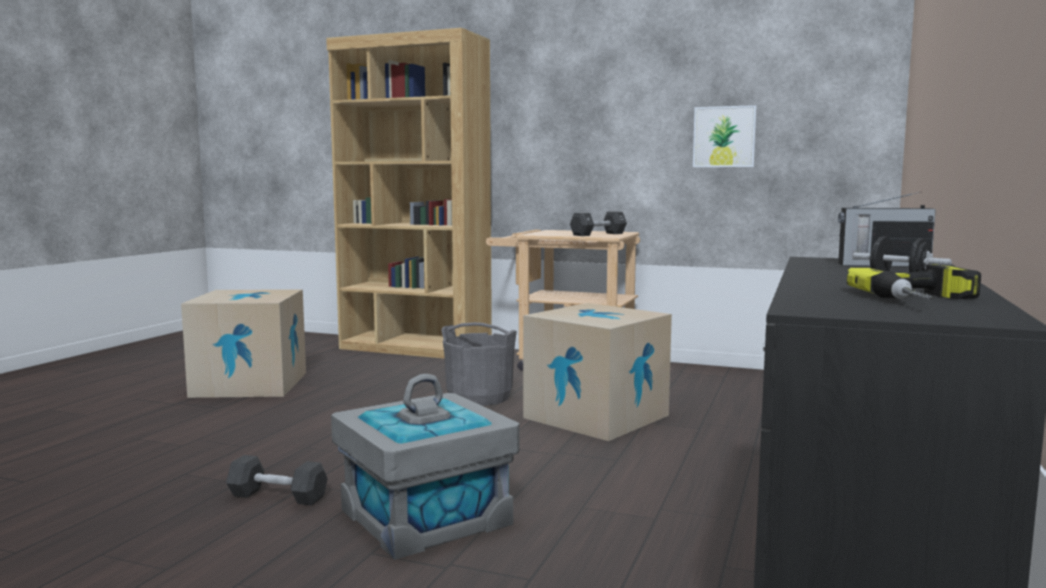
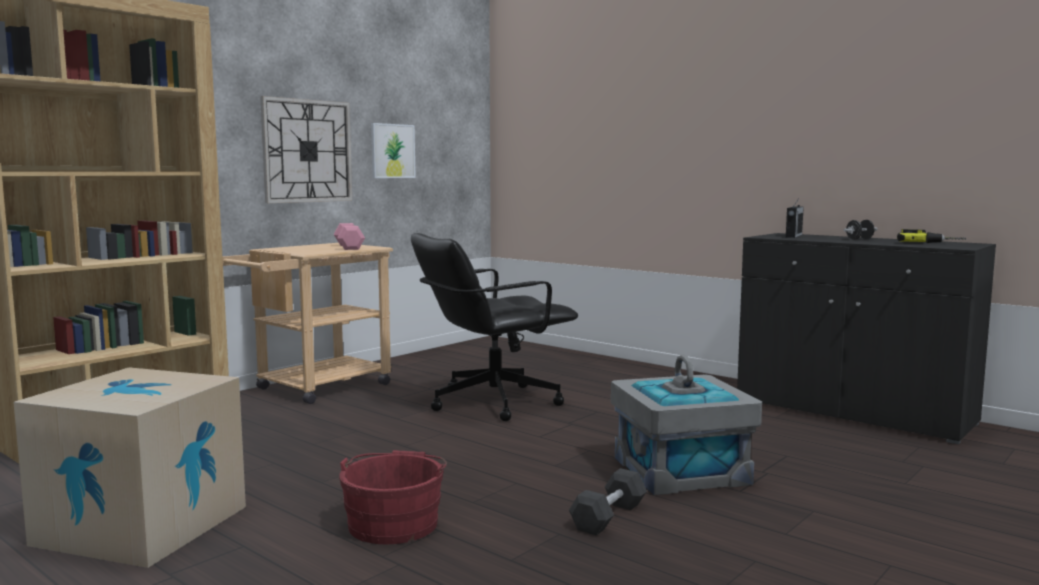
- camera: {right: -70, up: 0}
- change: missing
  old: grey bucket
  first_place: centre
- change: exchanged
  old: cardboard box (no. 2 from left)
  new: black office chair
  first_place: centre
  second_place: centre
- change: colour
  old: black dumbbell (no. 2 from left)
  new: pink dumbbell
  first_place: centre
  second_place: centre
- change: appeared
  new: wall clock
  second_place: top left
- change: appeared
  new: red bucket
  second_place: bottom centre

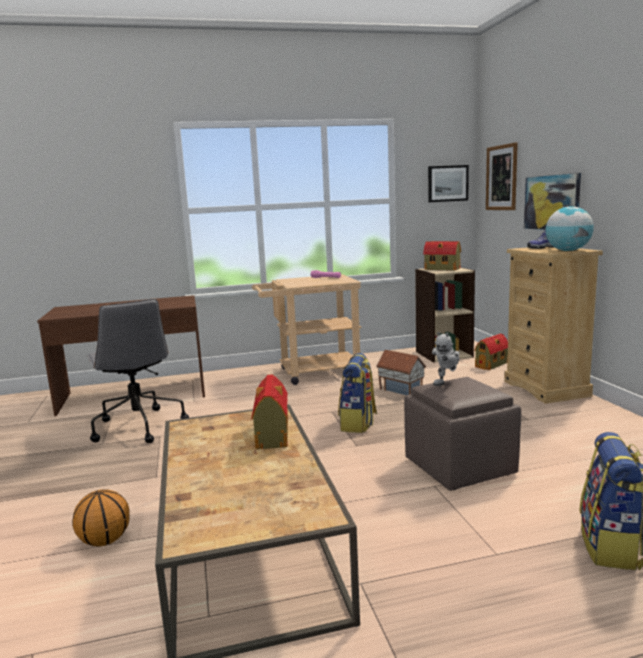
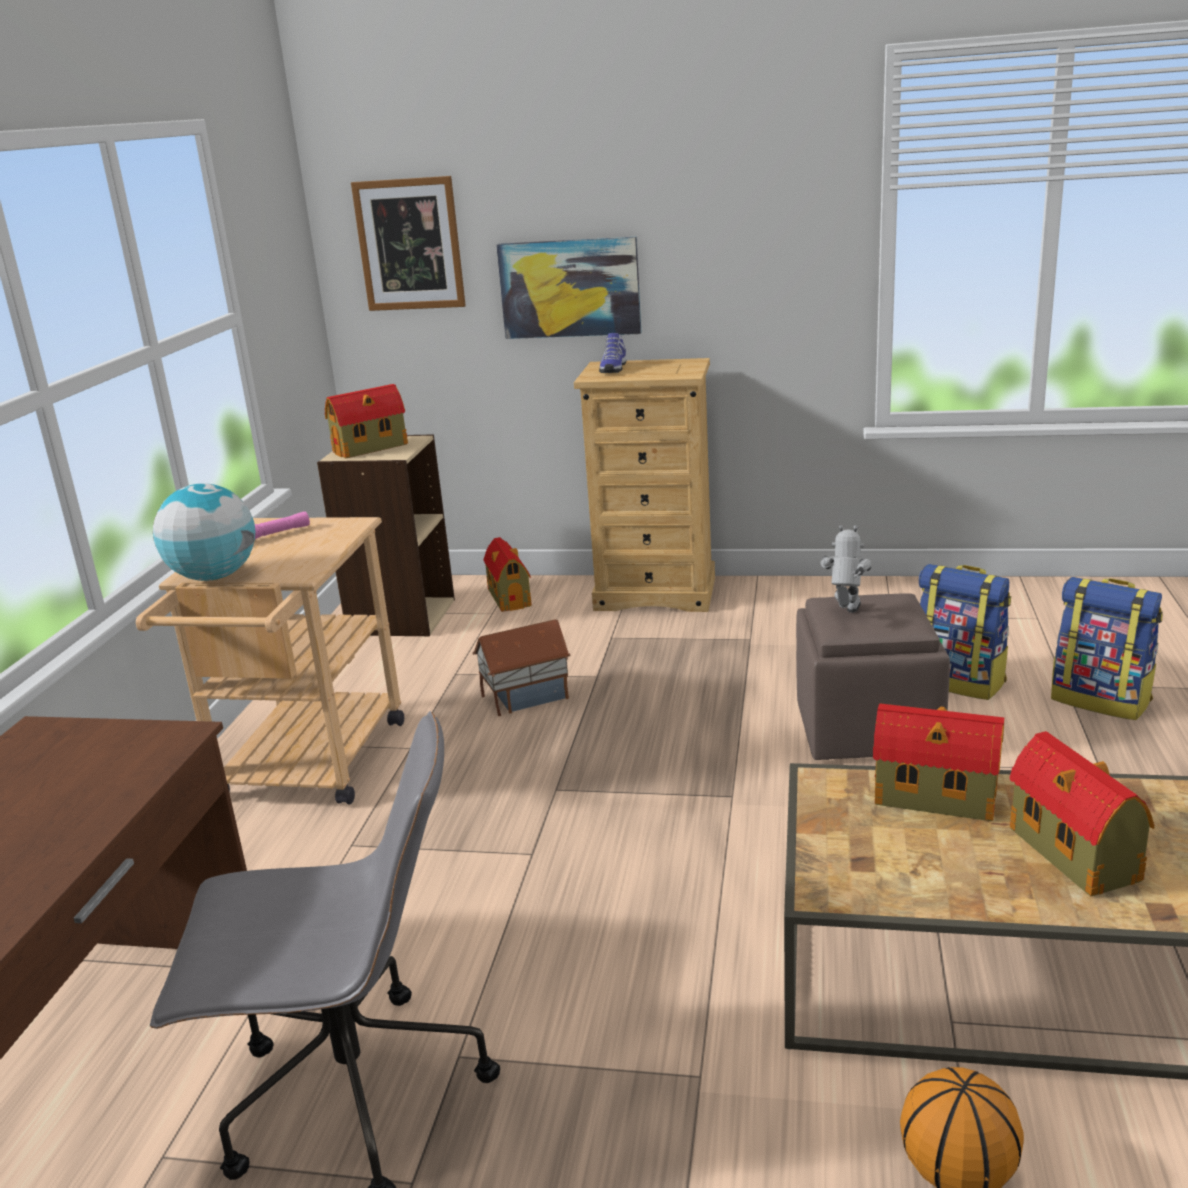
- camera: {right: -65, up: 10}
- change: relocated
  old: backpack (no. 1 from left)
  first_place: centre
  second_place: middle right
- change: missing
  old: picture (no. 1 from left)
  first_place: top right
- change: spun
  old: toy robot
  first_place: middle right
  second_place: middle right
  degrees: -135
- change: relocated
  old: globe
  first_place: middle right
  second_place: middle left
- change: appeared
  new: toy house (no. 5 from left)
  second_place: bottom right

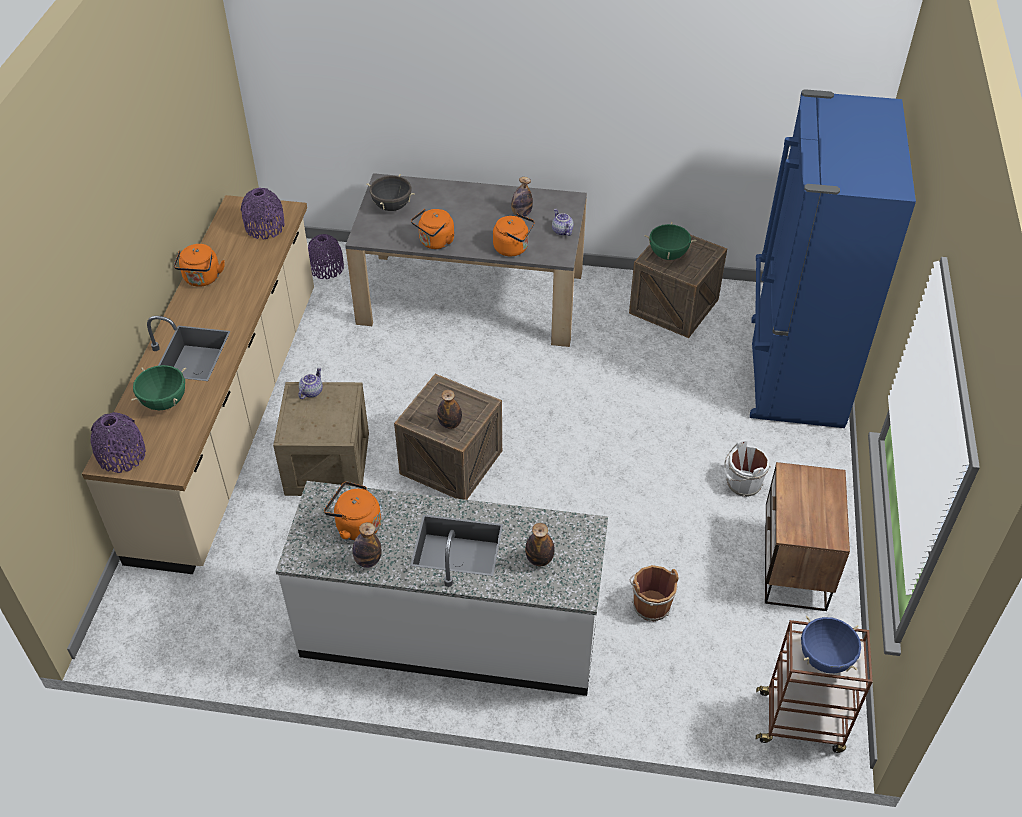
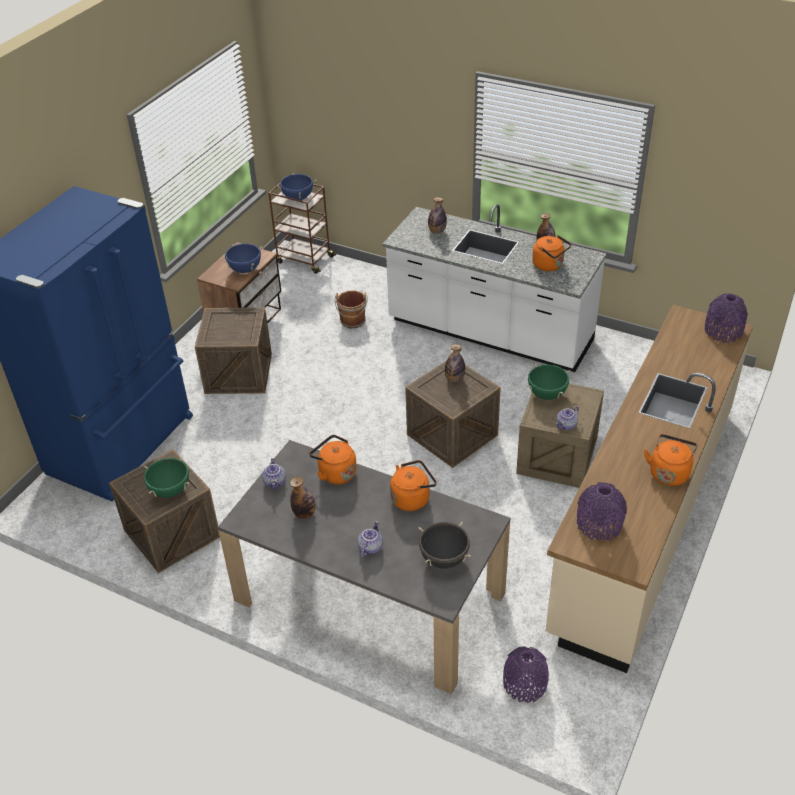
- camera: {right: -160, up: -5}
- change: relocated
  old: green cooking pot (no. 1 from left in the first image)
  new: green cooking pot (no. 2 from left)
  first_place: middle left
  second_place: middle right
- change: exchanged
  old: white bucket
  new: crate (no. 2 from left)
  first_place: middle right
  second_place: middle left
- change: appeared
  new: blue cooking pot (no. 1 from left)
  second_place: top left
- change: appeared
  new: teapot (no. 2 from left)
  second_place: bottom centre

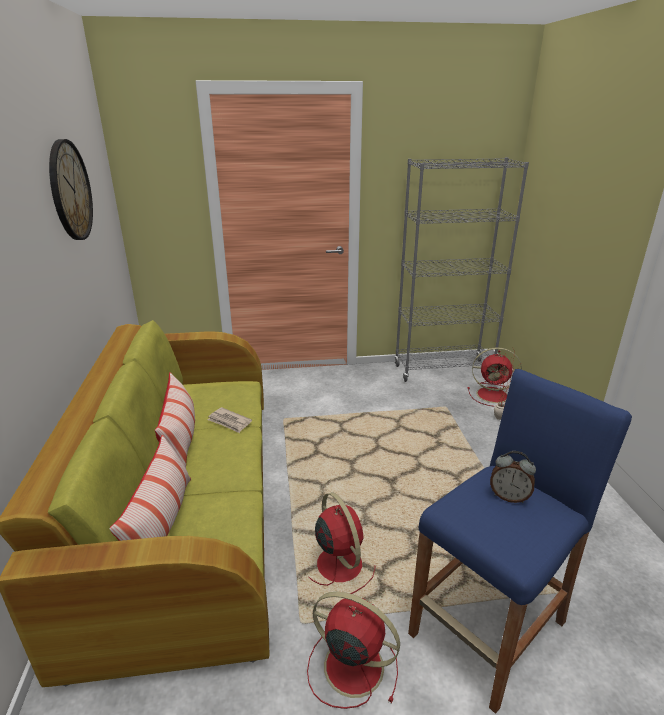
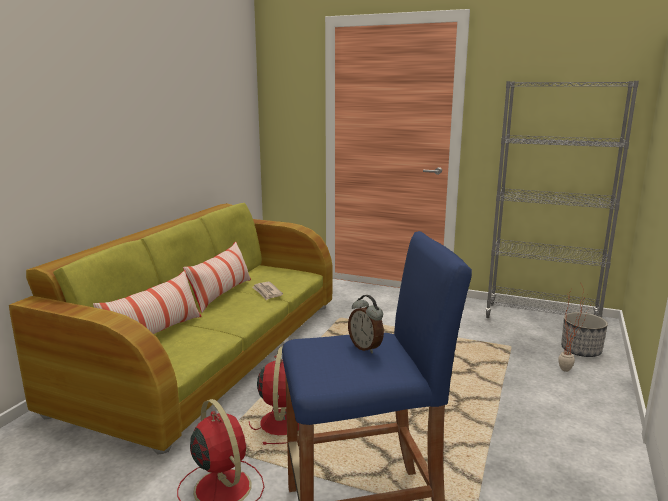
- camera: {right: 30, up: -10}
- change: missing
  old: wall clock
  first_place: top left
- change: exchanged
  old: red fan (no. 3 from left)
  new: planter
  first_place: middle right
  second_place: bottom right

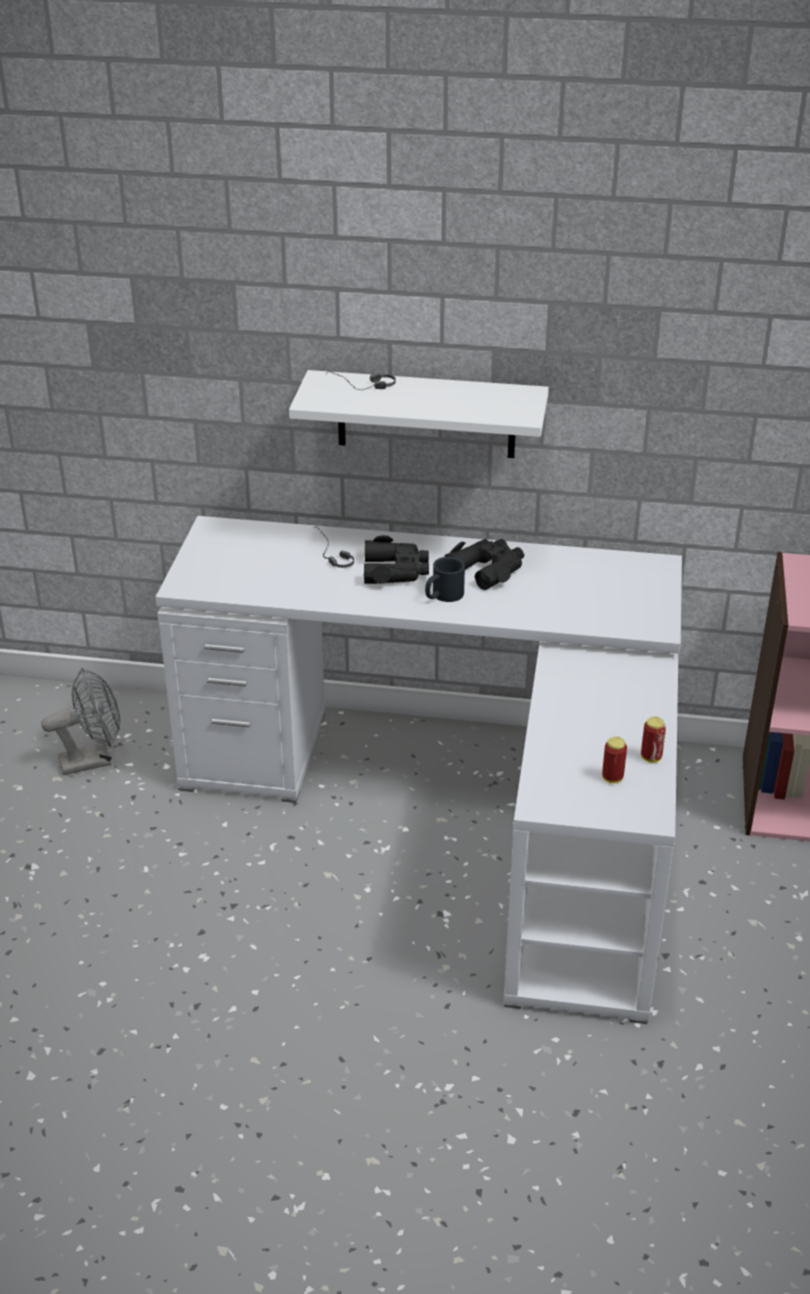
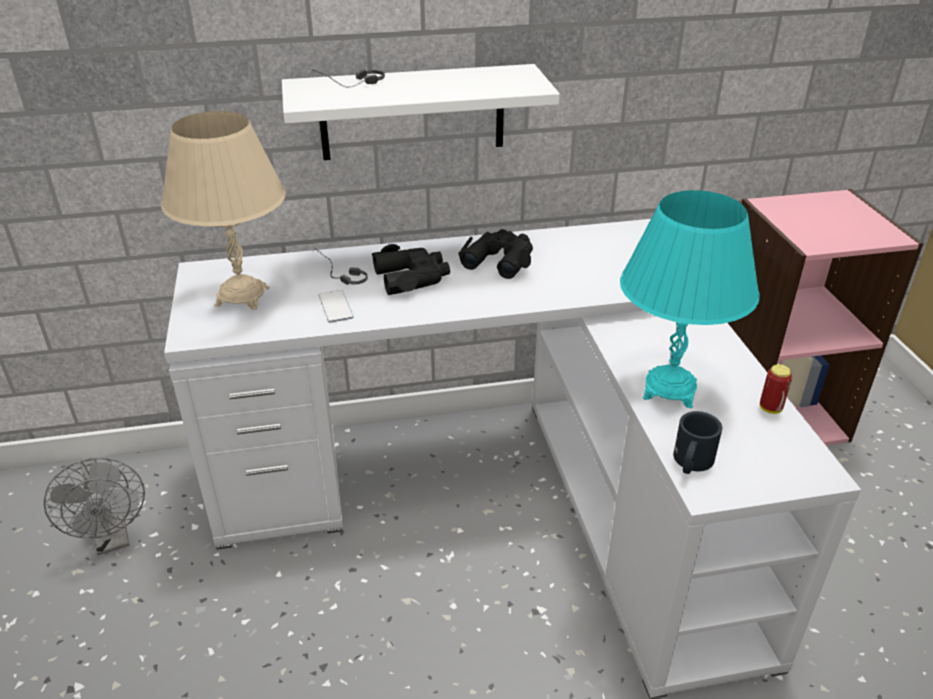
- camera: {right: -20, up: 0}
- change: spun
  old: grey fan
  first_place: middle left
  second_place: bottom left
  degrees: 105
- change: relocated
  old: black mug
  first_place: centre
  second_place: middle right
- change: missing
  old: can (no. 1 from left)
  first_place: middle right
- change: appeared
  new: beige table lamp
  second_place: top left
- change: appeared
  new: phone
  second_place: centre
- change: appeared
  new: turquoise table lamp
  second_place: middle right

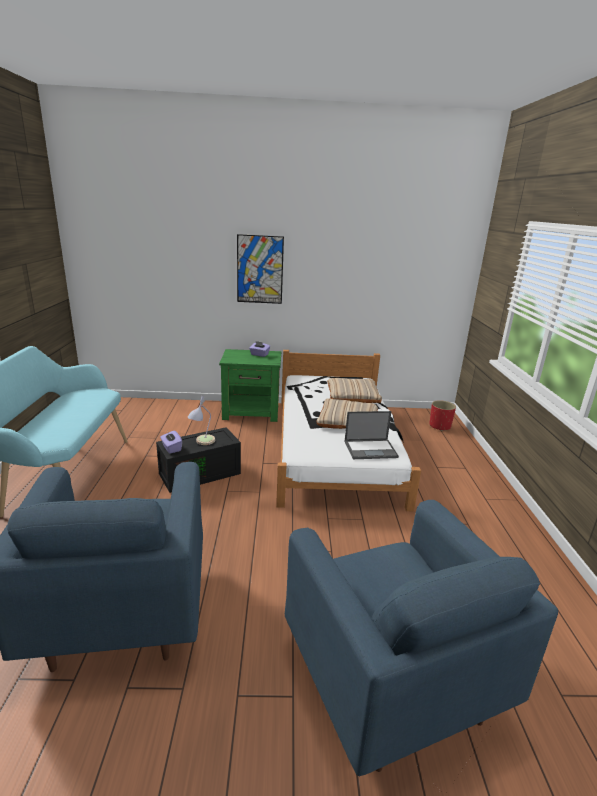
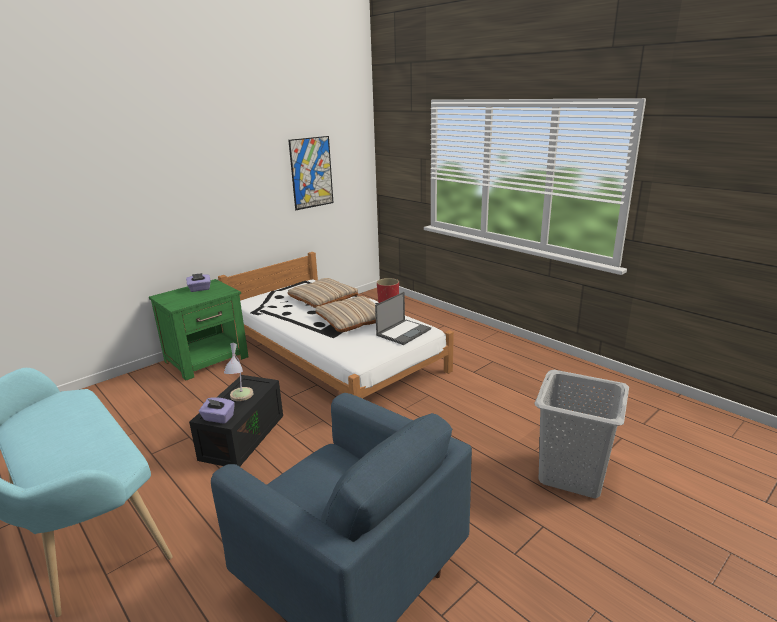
- camera: {right: -40, up: 0}
- change: relocated
  old: picture
  first_place: centre
  second_place: top centre
- change: exchanged
  old: blue armchair (no. 2 from left)
  new: grey laundry basket
  first_place: bottom right
  second_place: bottom right

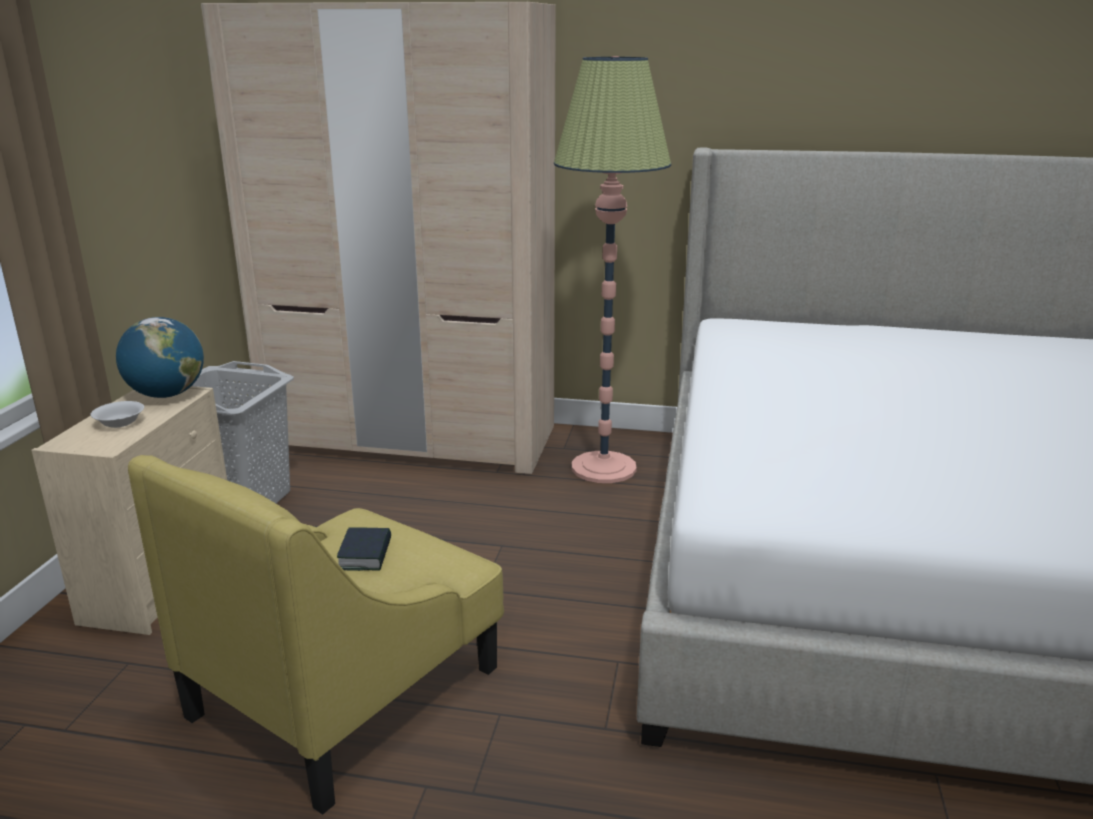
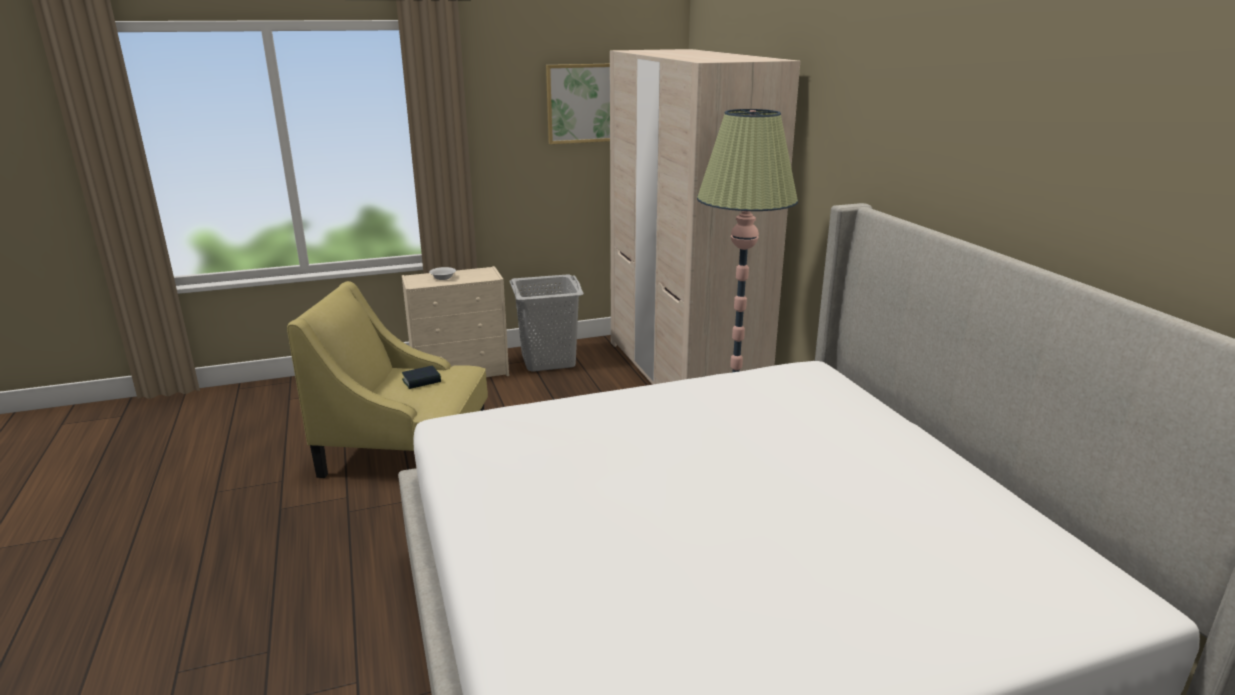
- camera: {right: 60, up: 0}
- change: missing
  old: globe
  first_place: middle left
- change: appeared
  new: picture
  second_place: top centre

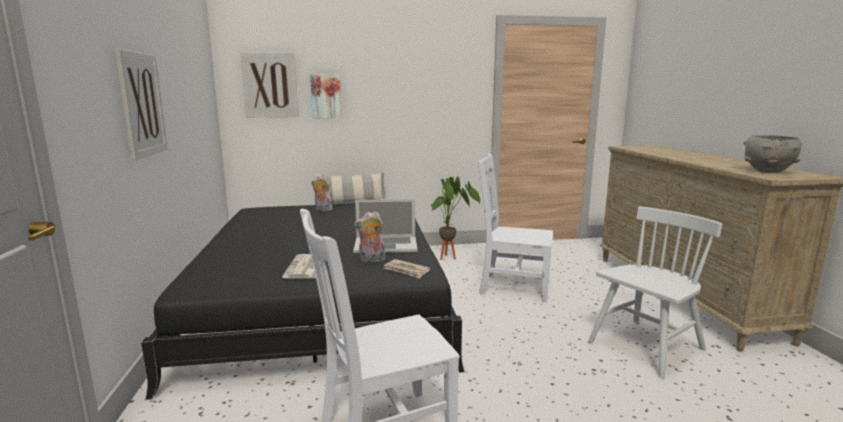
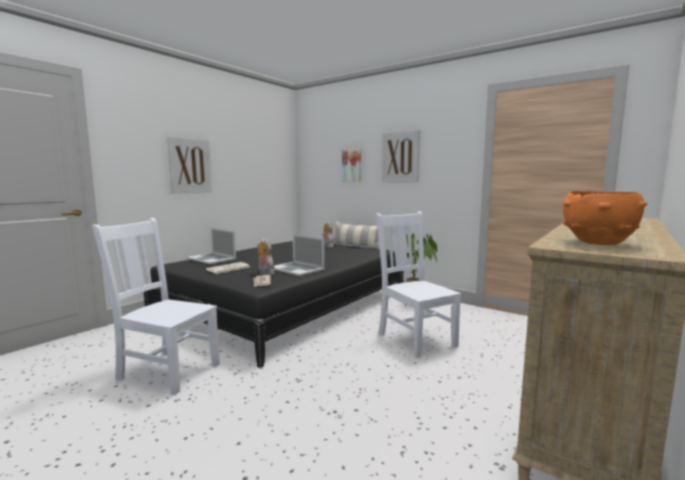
- camera: {right: 45, up: -5}
- change: relocated
  old: picture (no. 2 from left in the first image)
  new: picture (no. 3 from left)
  first_place: top left
  second_place: top centre
- change: missing
  old: white chair (no. 3 from left)
  first_place: bottom right
- change: colour
  old: grey bowl
  new: orange bowl
  first_place: middle right
  second_place: middle right
- change: appeared
  new: laptop (no. 1 from left)
  second_place: middle left

